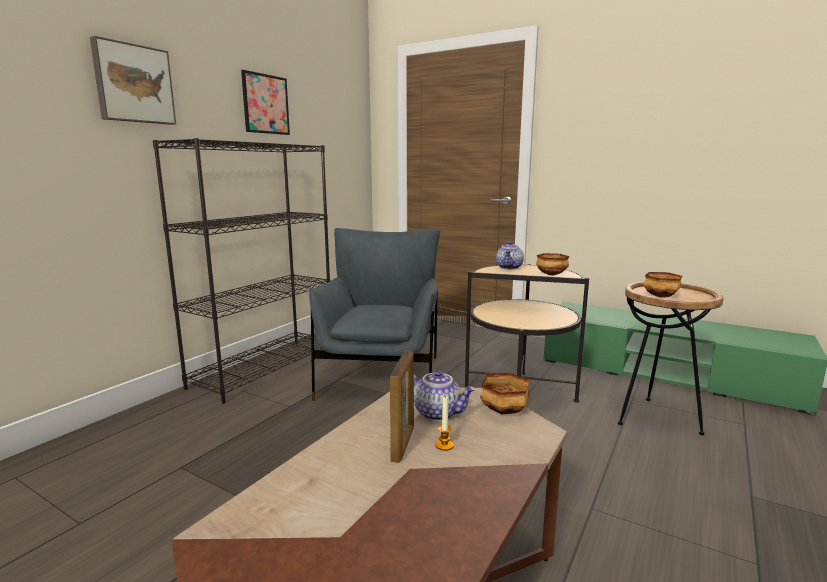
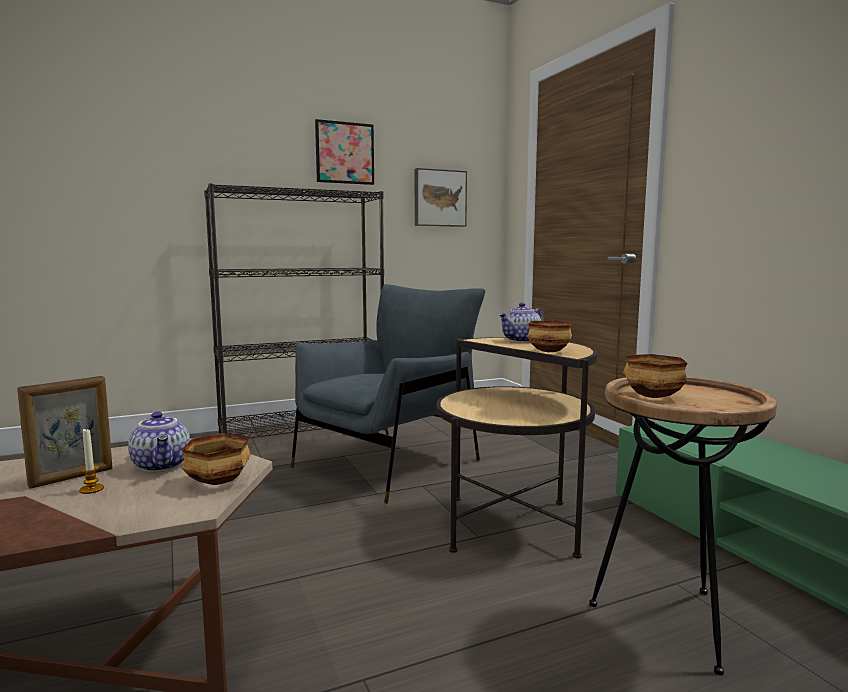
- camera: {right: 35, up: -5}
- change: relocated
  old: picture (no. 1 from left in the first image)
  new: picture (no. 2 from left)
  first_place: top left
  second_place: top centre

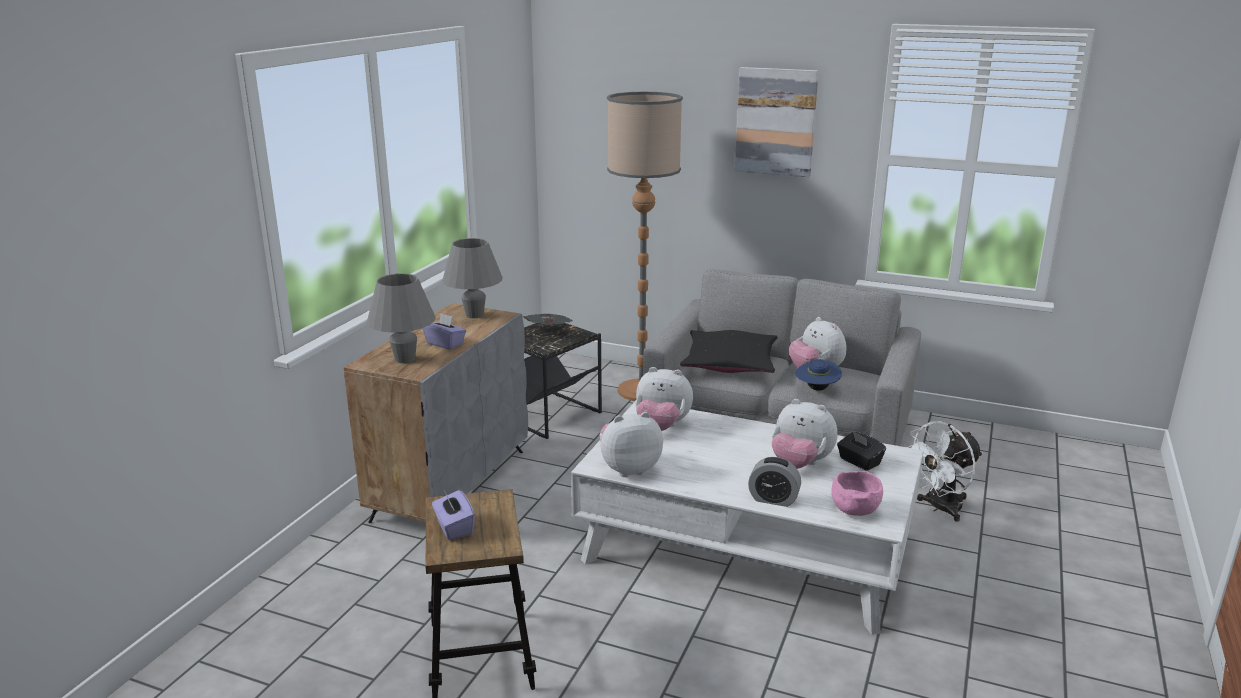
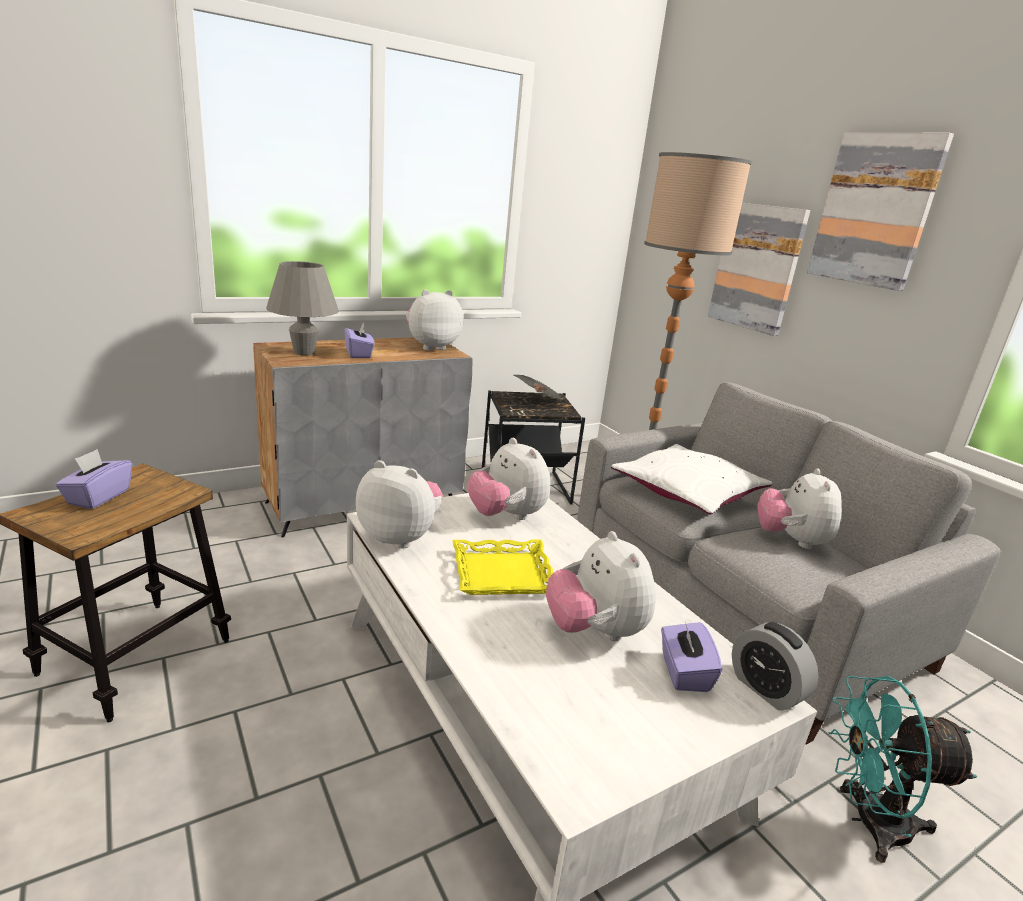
- camera: {right: 35, up: 0}
- change: exchanged
  old: grey table lamp (no. 2 from left)
  new: plush toy (no. 2 from left)
  first_place: centre
  second_place: centre
- change: colour
  old: black pillow
  new: white pillow
  first_place: centre
  second_place: middle right
- change: relocated
  old: alarm clock
  first_place: bottom centre
  second_place: bottom right
- change: missing
  old: blue hat
  first_place: centre
- change: missing
  old: pink bowl
  first_place: bottom right
- change: colour
  old: black tissue box
  new: purple tissue box (no. 3 from left)
  first_place: middle right
  second_place: bottom right
- change: colour
  old: white fan
  new: turquoise fan
  first_place: bottom right
  second_place: bottom right
- change: appeared
  new: yellow tray
  second_place: centre
- change: appeared
  new: picture (no. 1 from left)
  second_place: top right

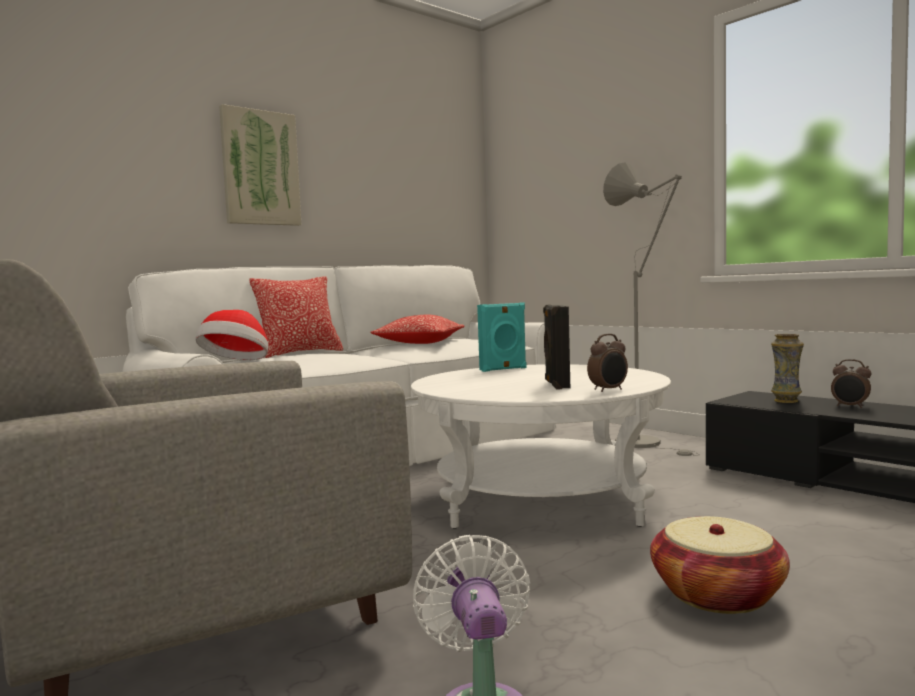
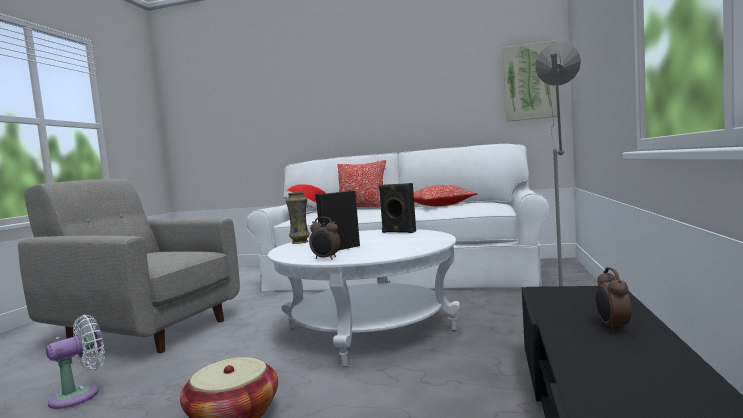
- camera: {right: 55, up: 0}
- change: relocated
  old: picture
  first_place: top left
  second_place: top right
- change: colour
  old: turquoise speaker
  new: black speaker (no. 2 from left)
  first_place: centre
  second_place: centre
- change: relocated
  old: vase
  first_place: middle right
  second_place: centre

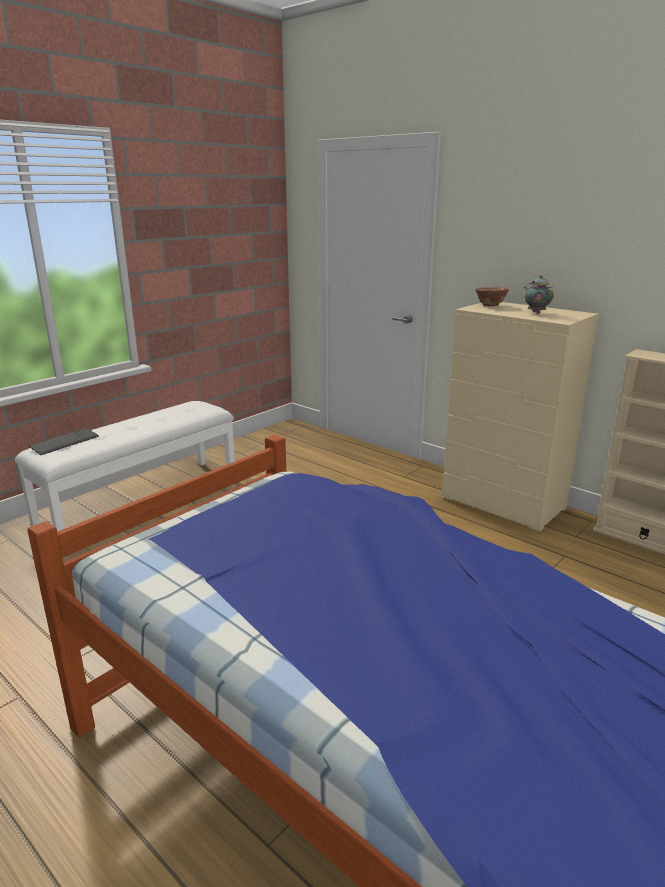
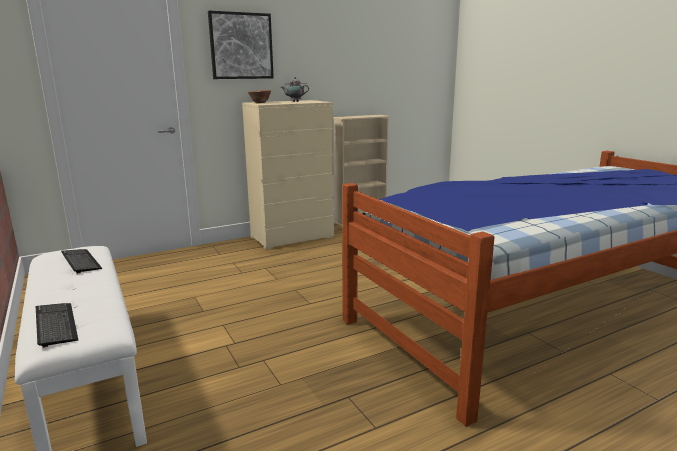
- camera: {right: -70, up: -5}
- change: appeared
  new: keyboard (no. 2 from left)
  second_place: middle left
- change: appeared
  new: picture
  second_place: top centre

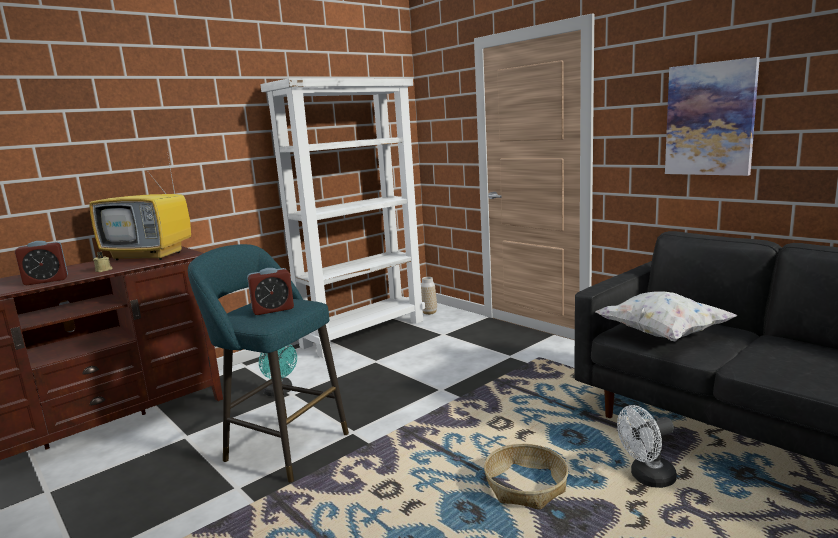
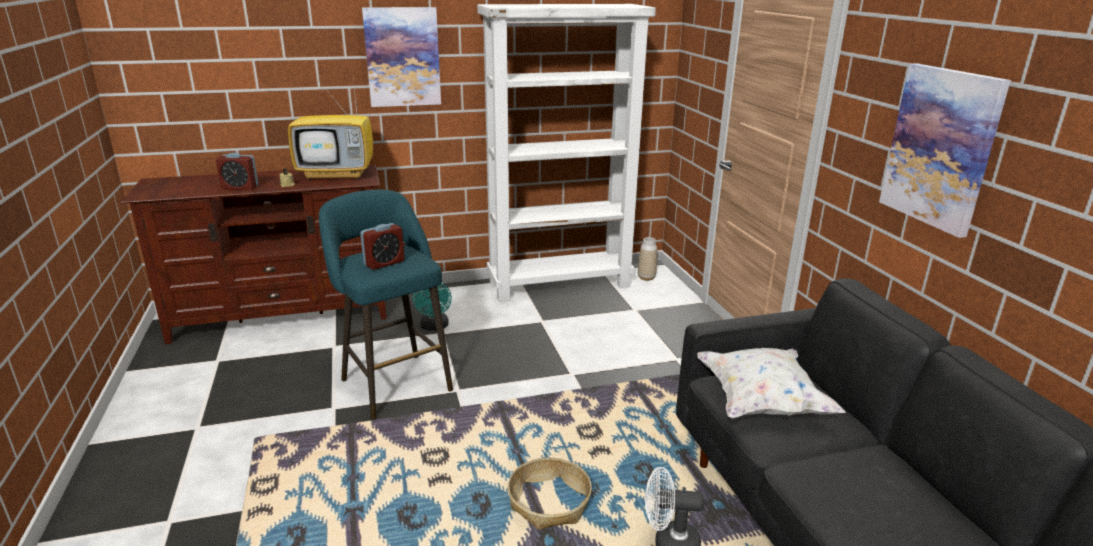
- camera: {right: 25, up: 10}
- change: spun
  old: television
  first_place: middle left
  second_place: top left
  degrees: -45
- change: spun
  old: alarm clock (no. 2 from left)
  first_place: middle left
  second_place: centre
  degrees: -45
- change: appeared
  new: picture (no. 1 from left)
  second_place: top centre

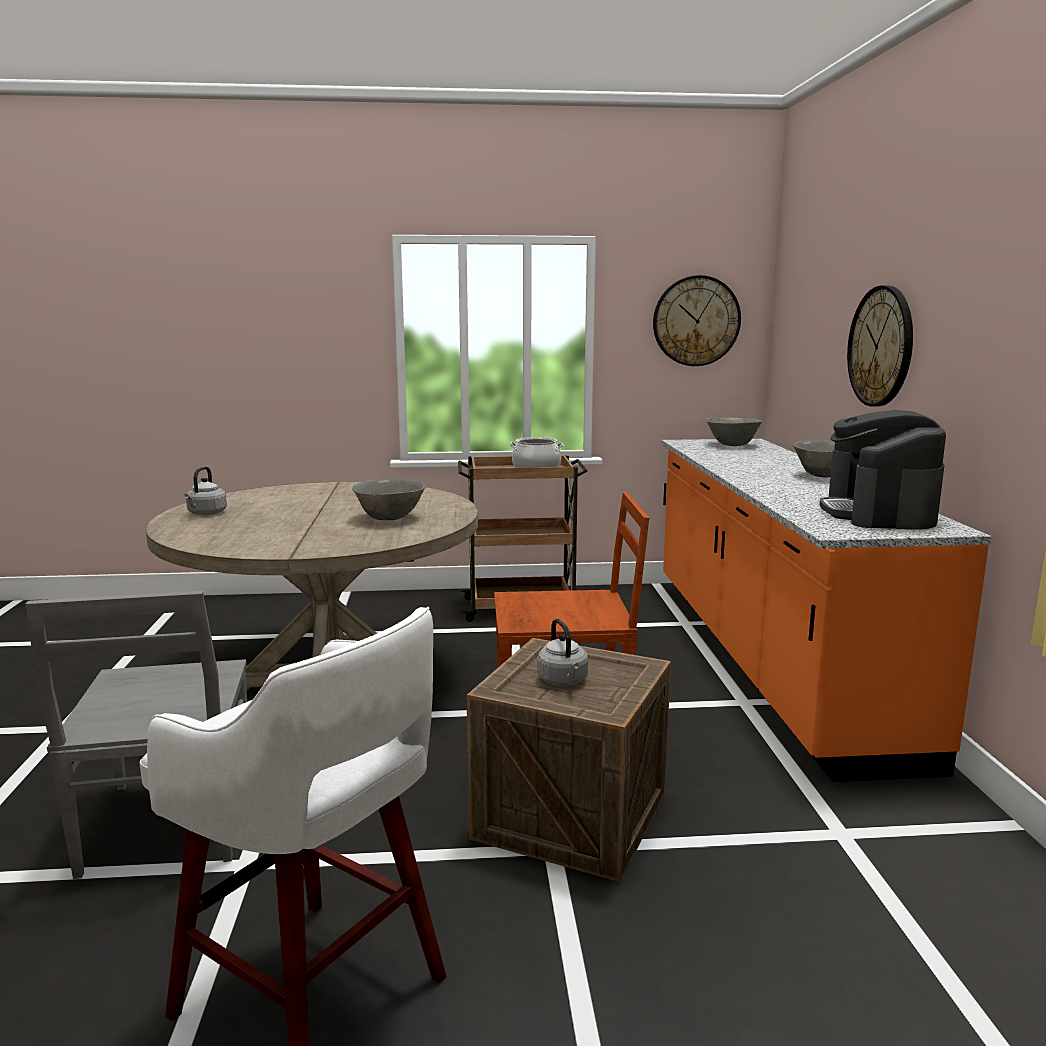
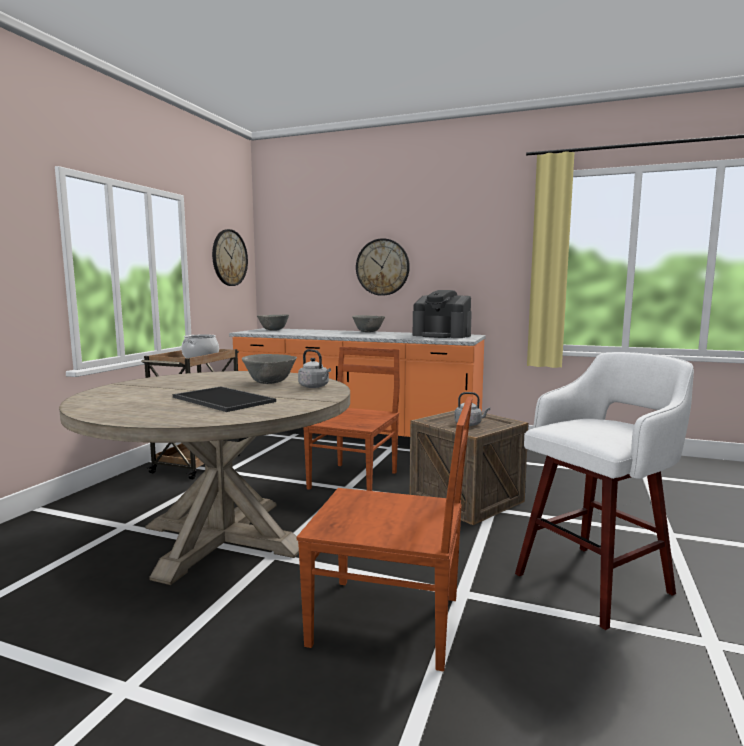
- camera: {right: -65, up: -5}
- change: colour
  old: grey chair
  new: brown chair (no. 2 from left)
  first_place: bottom left
  second_place: bottom centre
- change: relocated
  old: grey kettle (no. 1 from left)
  first_place: middle left
  second_place: centre
- change: appeared
  new: tray
  second_place: middle left

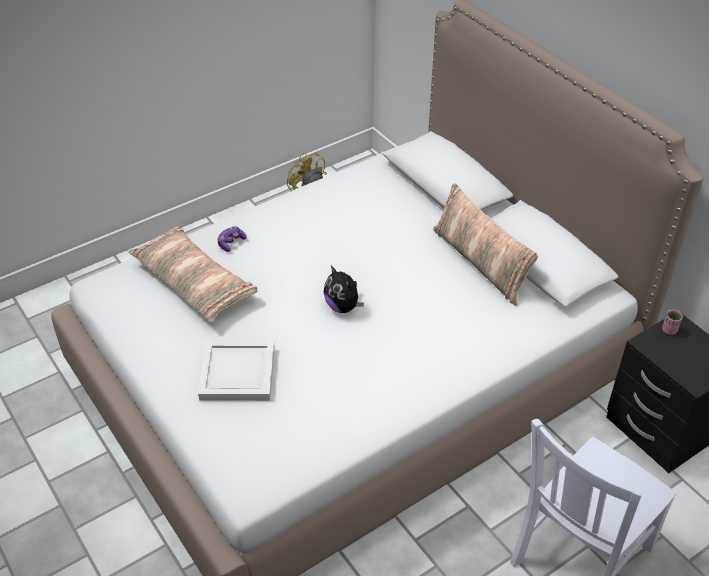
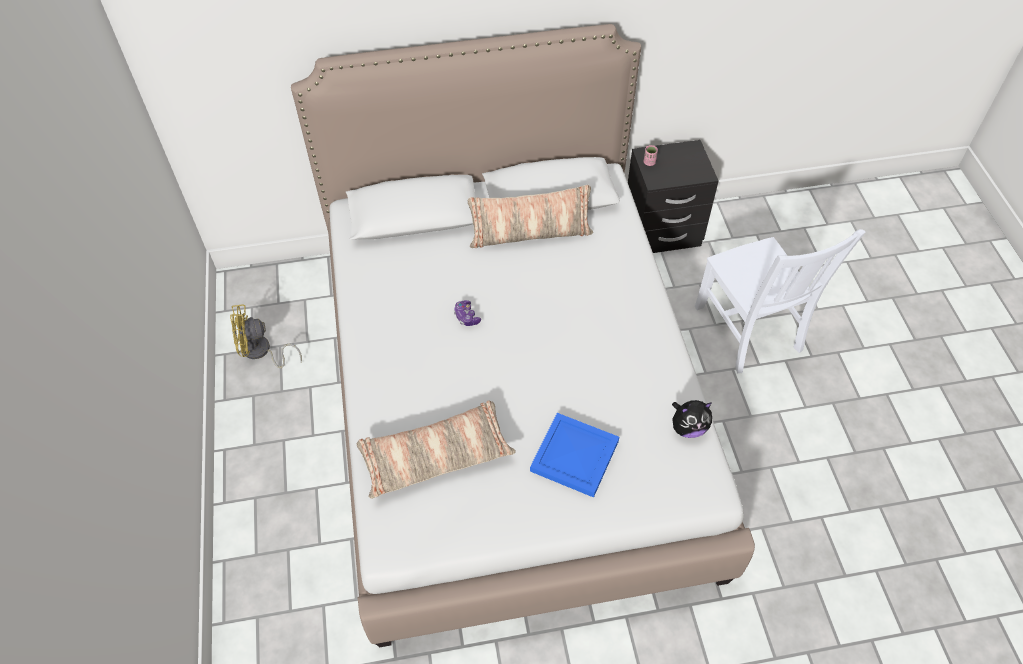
- camera: {right: -65, up: 10}
- change: colour
  old: white tray
  new: blue tray
  first_place: middle left
  second_place: bottom centre
- change: relocated
  old: game controller
  first_place: middle left
  second_place: centre
- change: relocated
  old: plush toy
  first_place: centre
  second_place: middle right

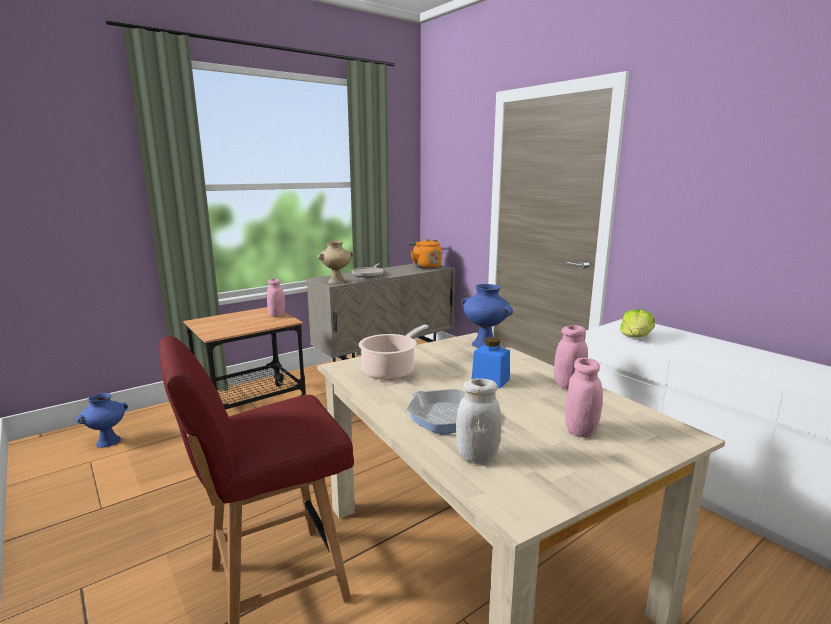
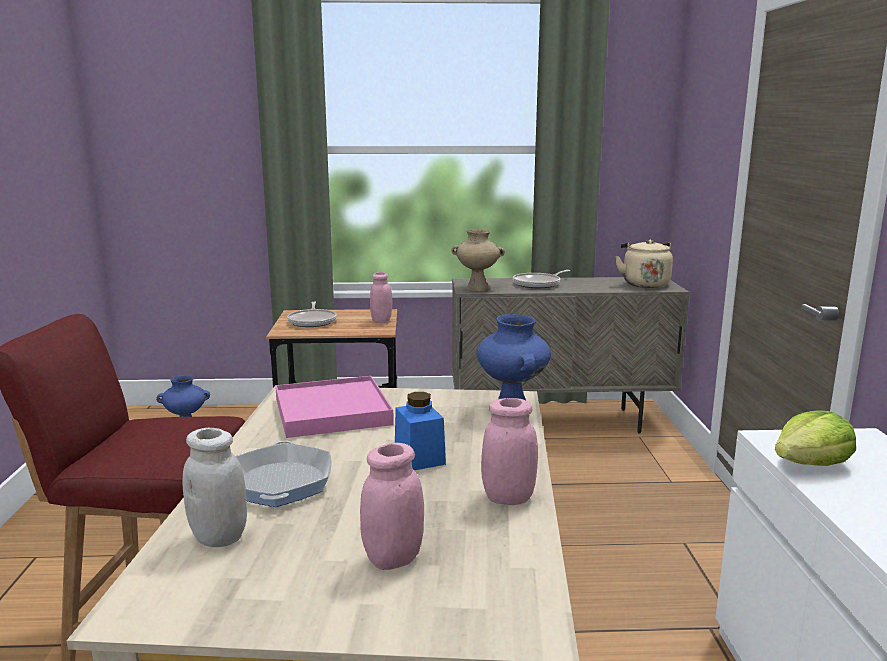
- camera: {right: 35, up: 0}
- change: exchanged
  old: cooking pot
  new: pink tray
  first_place: centre
  second_place: centre
- change: colour
  old: orange kettle
  new: beige kettle
  first_place: centre
  second_place: middle right
- change: appeared
  new: frying pan (no. 2 from left)
  second_place: centre

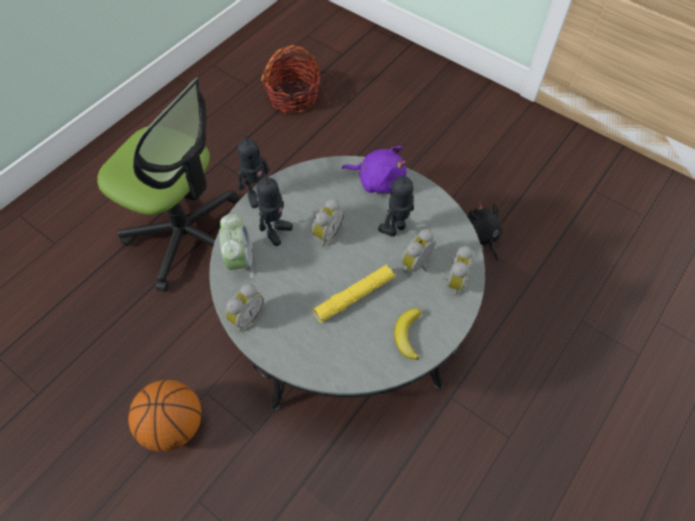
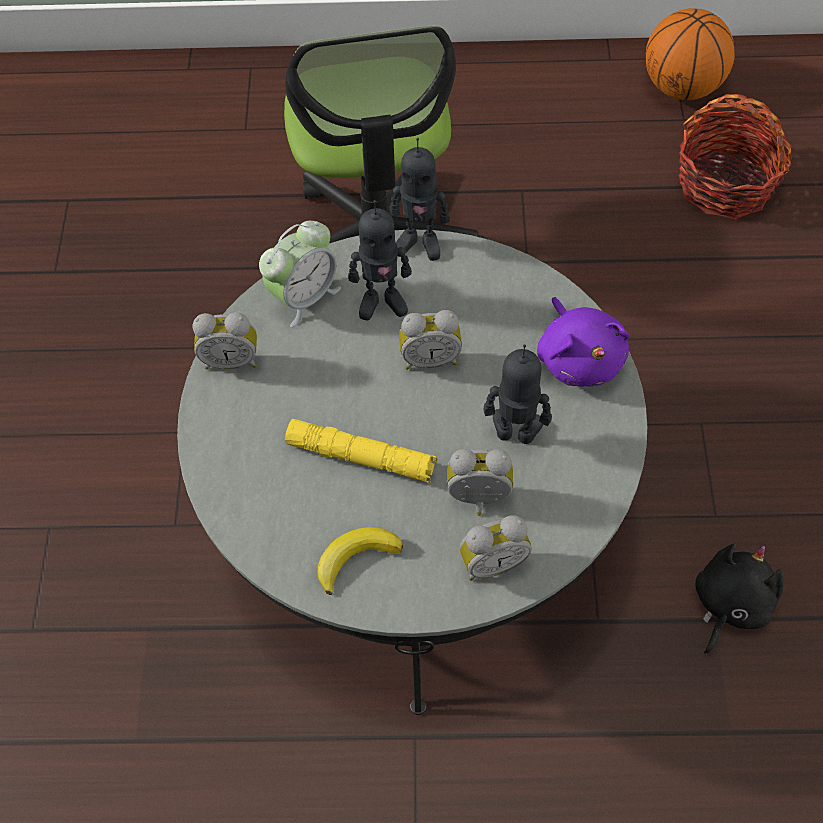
- camera: {right: 55, up: 0}
- change: relocated
  old: basketball
  first_place: bottom left
  second_place: top right

